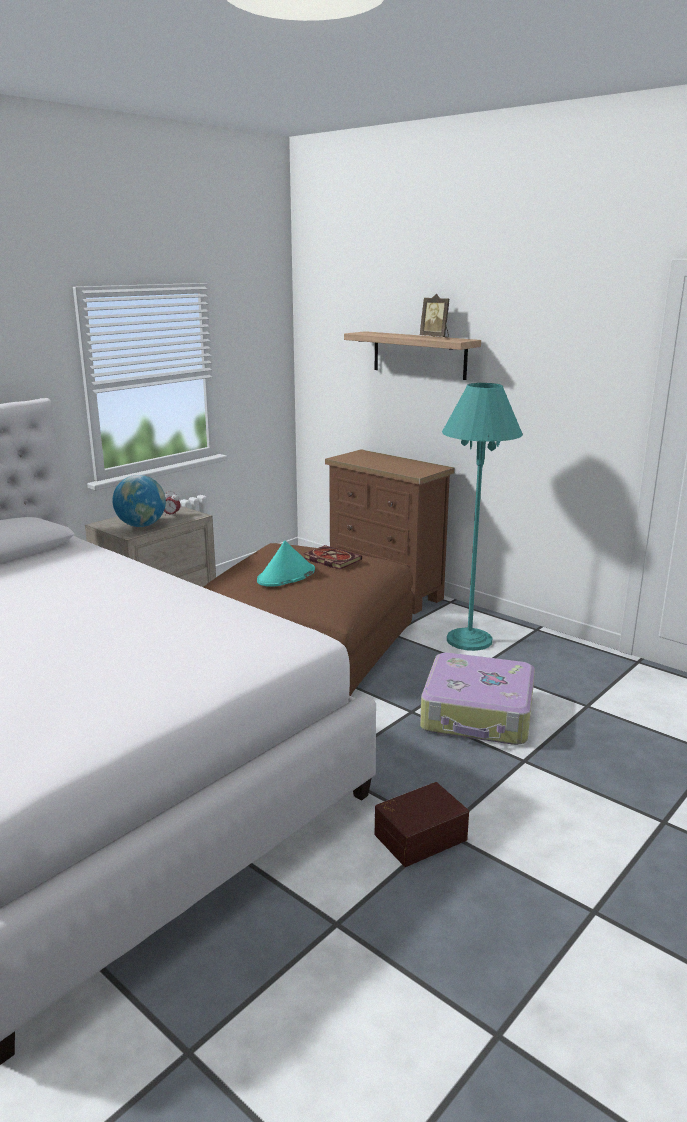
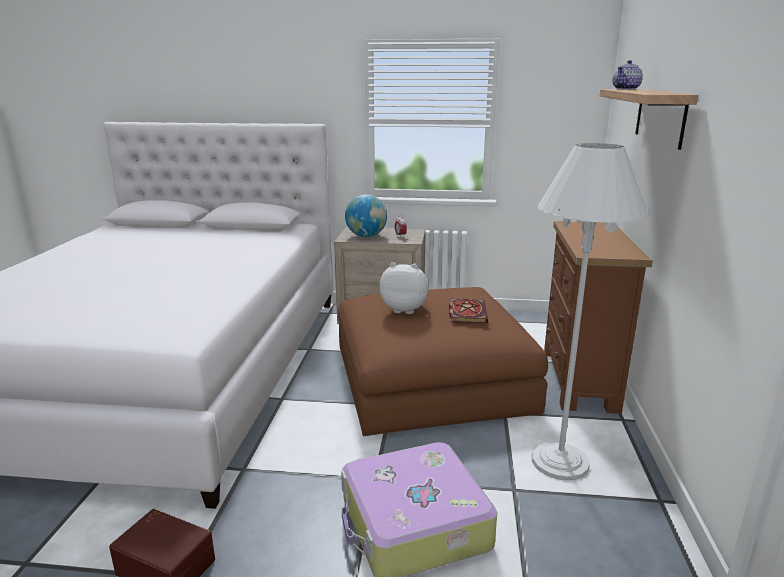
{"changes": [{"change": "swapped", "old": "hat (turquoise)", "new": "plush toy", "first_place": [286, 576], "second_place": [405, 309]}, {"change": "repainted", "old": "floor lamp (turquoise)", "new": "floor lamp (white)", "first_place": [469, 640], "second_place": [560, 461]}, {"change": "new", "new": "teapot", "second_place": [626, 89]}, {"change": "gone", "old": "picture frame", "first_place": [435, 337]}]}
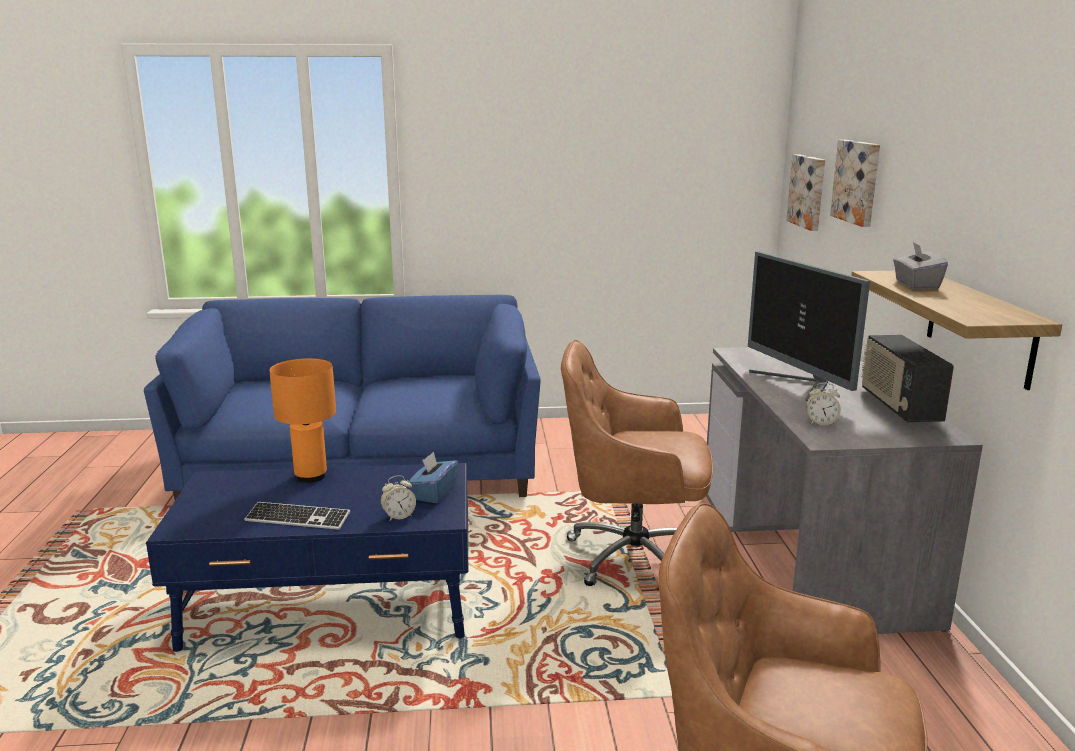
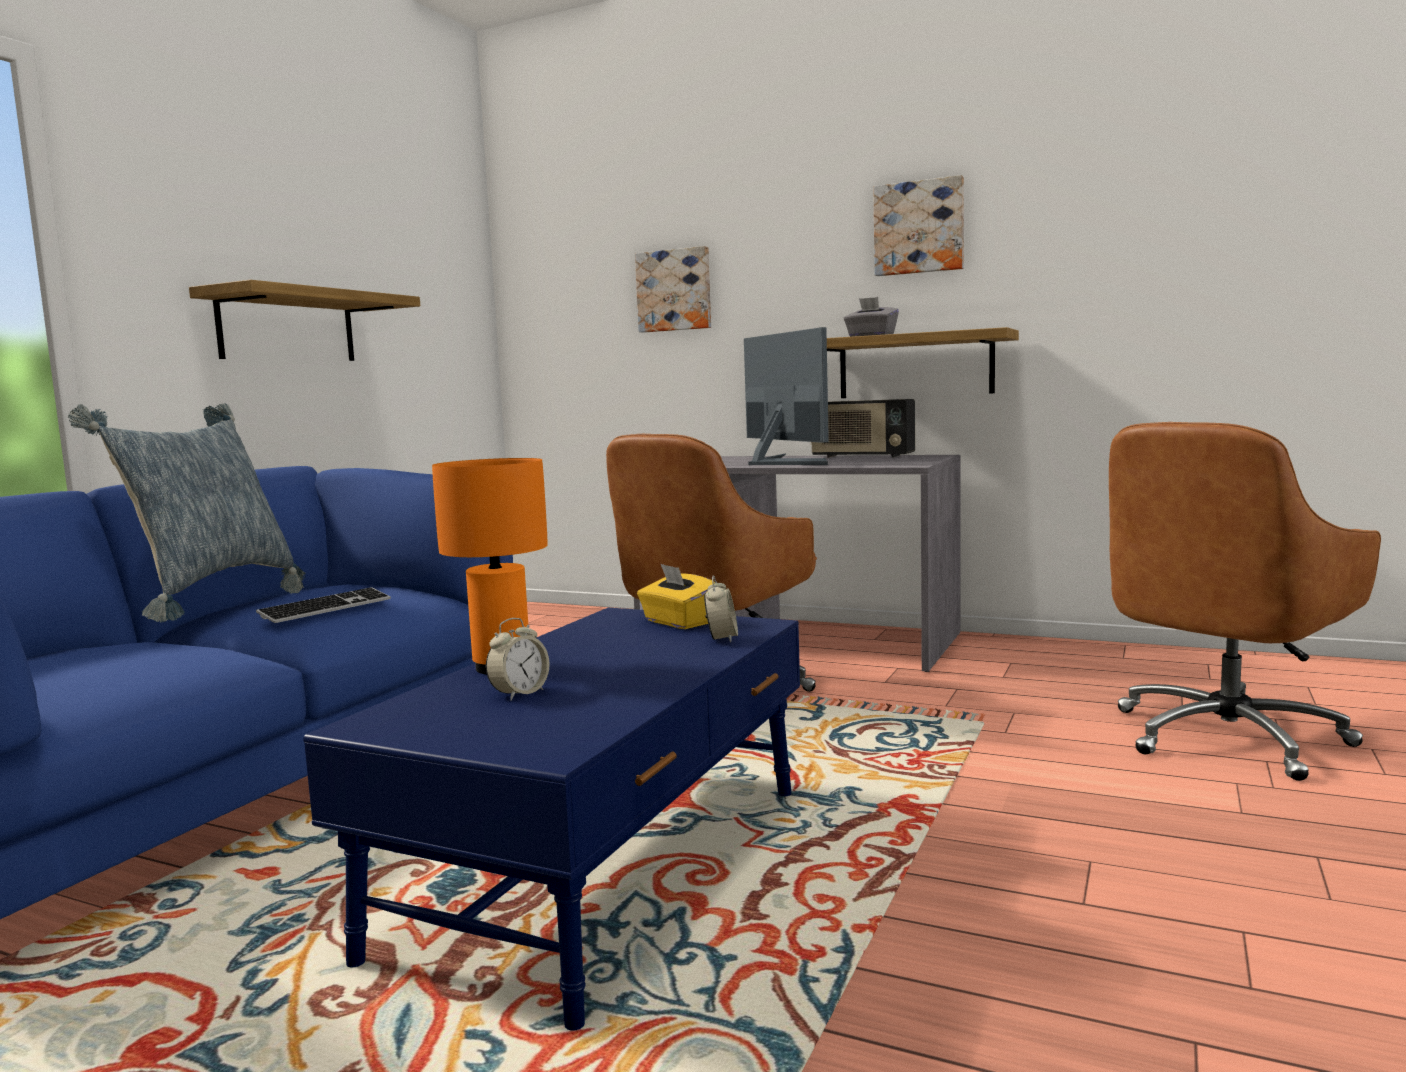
{"changes": [{"change": "new", "new": "pillow", "second_place": [207, 609]}, {"change": "new", "new": "shelf", "second_place": [287, 327]}, {"change": "shifted", "old": "keyboard", "first_place": [297, 518], "second_place": [326, 608]}, {"change": "shifted", "old": "alarm clock", "first_place": [821, 423], "second_place": [519, 694]}, {"change": "repainted", "old": "tissue box (blue)", "new": "tissue box (yellow)", "first_place": [434, 493], "second_place": [678, 622]}, {"change": "rotated", "old": "monitor", "first_place": [800, 387], "second_place": [780, 462], "degrees": -120}, {"change": "shifted", "old": "picture", "first_place": [809, 191], "second_place": [919, 227]}]}
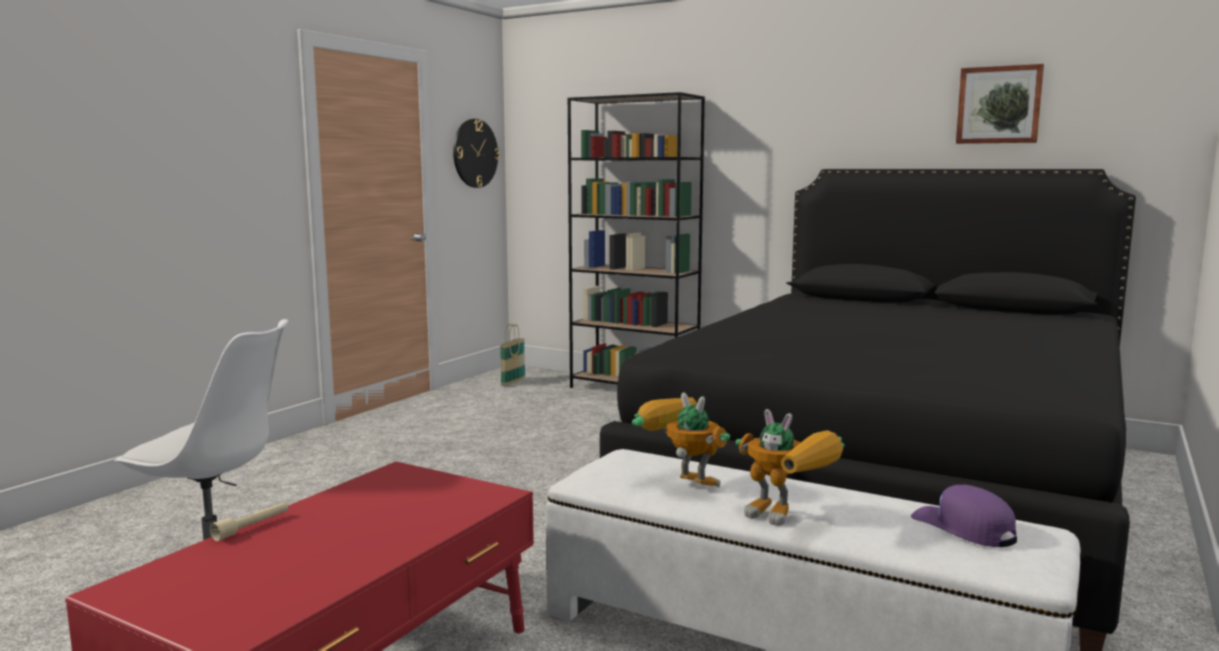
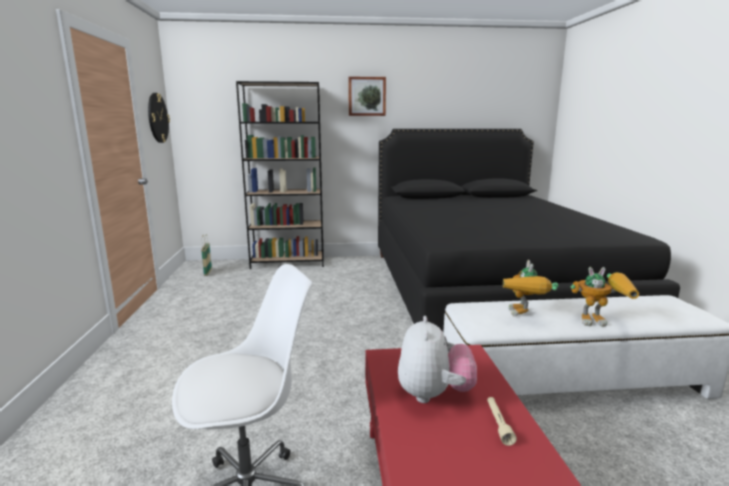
{"changes": [{"change": "shifted", "old": "picture", "first_place": [999, 105], "second_place": [367, 96]}, {"change": "new", "new": "plush toy", "second_place": [434, 395]}, {"change": "shifted", "old": "flashlight (beige)", "first_place": [252, 527], "second_place": [498, 424]}, {"change": "rotated", "old": "toy robot", "first_place": [680, 484], "second_place": [524, 316], "degrees": -90}, {"change": "gone", "old": "cap (purple)", "first_place": [964, 528]}]}
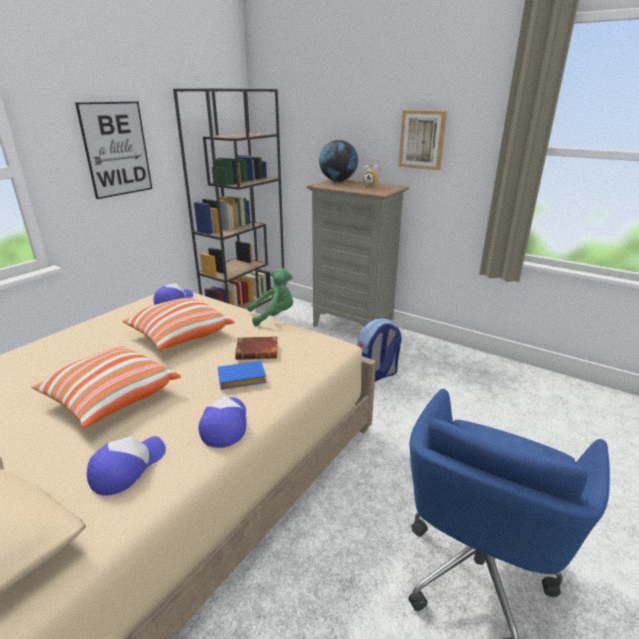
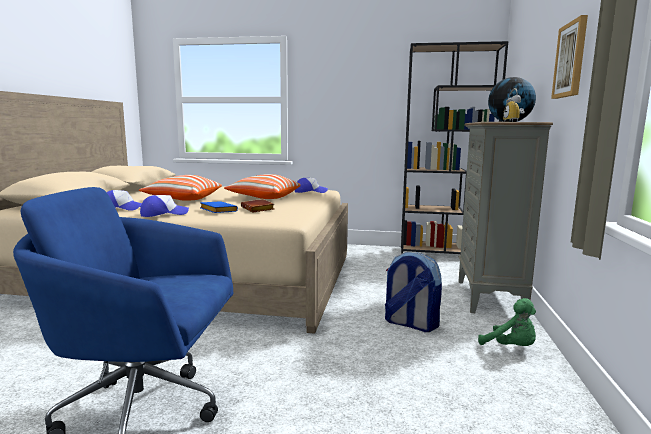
{"changes": [{"change": "shifted", "old": "plush toy (green)", "first_place": [274, 316], "second_place": [511, 347]}, {"change": "gone", "old": "picture", "first_place": [116, 149]}]}
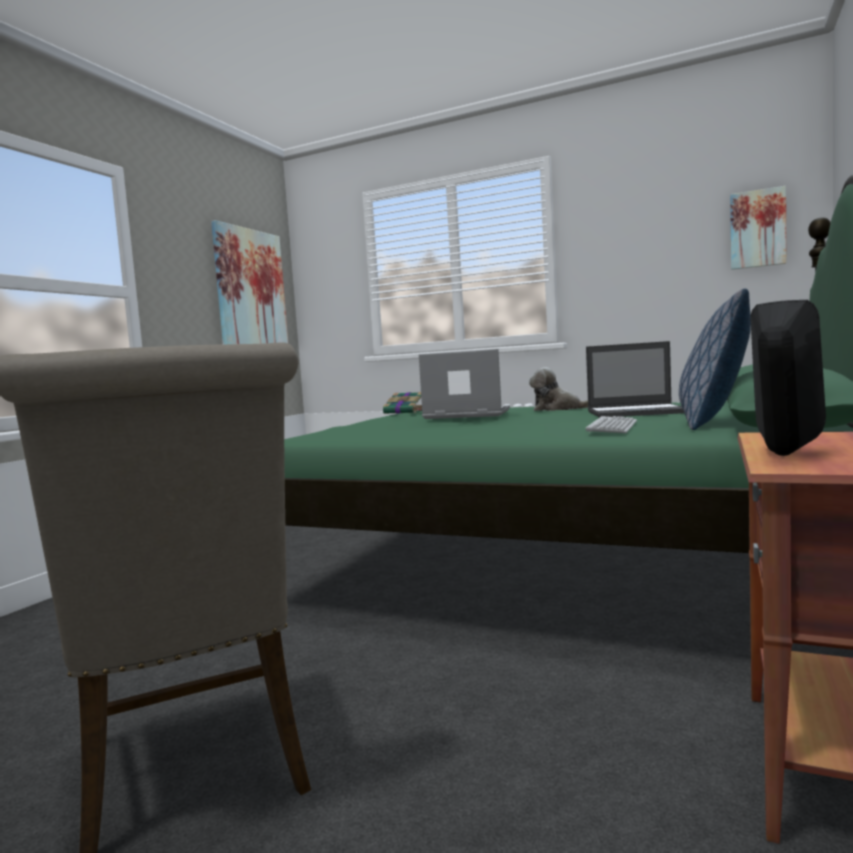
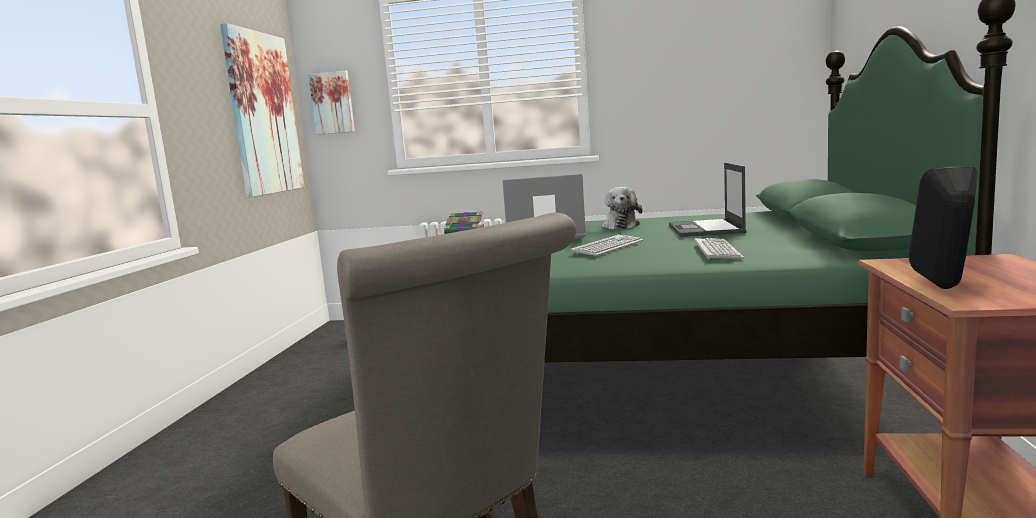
{"changes": [{"change": "shifted", "old": "picture", "first_place": [757, 229], "second_place": [332, 103]}, {"change": "new", "new": "keyboard", "second_place": [608, 247]}, {"change": "rotated", "old": "plush toy", "first_place": [558, 409], "second_place": [621, 226], "degrees": -90}, {"change": "rotated", "old": "laptop", "first_place": [638, 412], "second_place": [706, 229], "degrees": 105}, {"change": "gone", "old": "pillow", "first_place": [714, 423]}]}
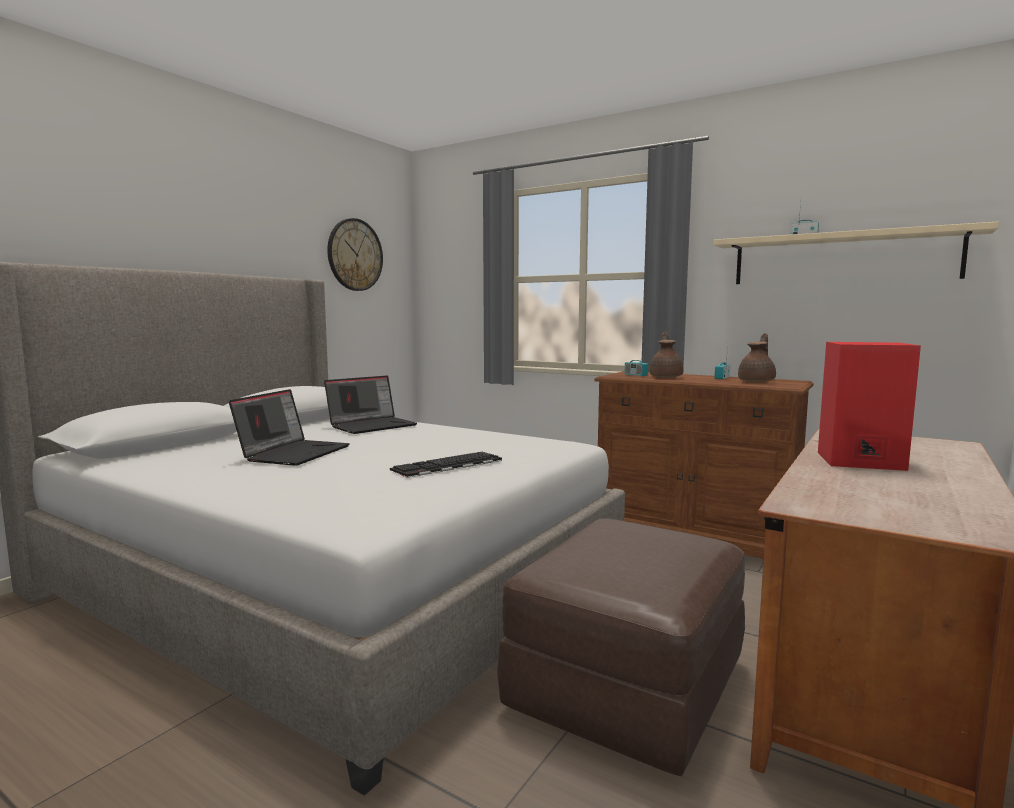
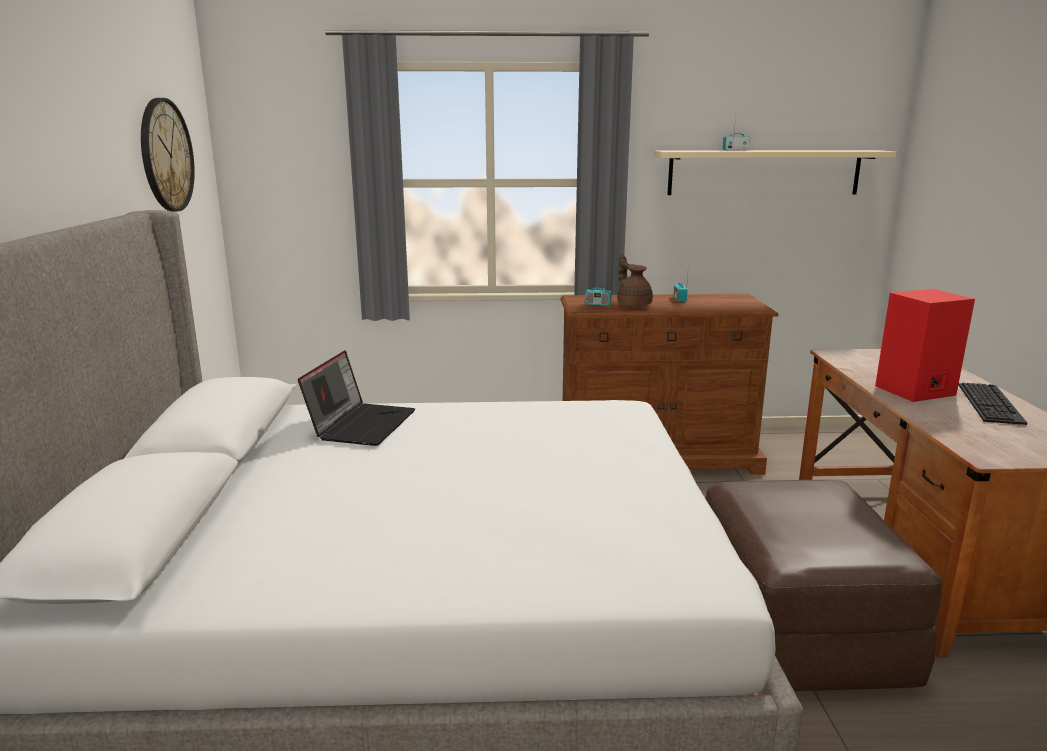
{"changes": [{"change": "shifted", "old": "keyboard", "first_place": [447, 465], "second_place": [992, 404]}, {"change": "gone", "old": "laptop", "first_place": [294, 453]}, {"change": "gone", "old": "teapot (brown)", "first_place": [757, 381]}]}
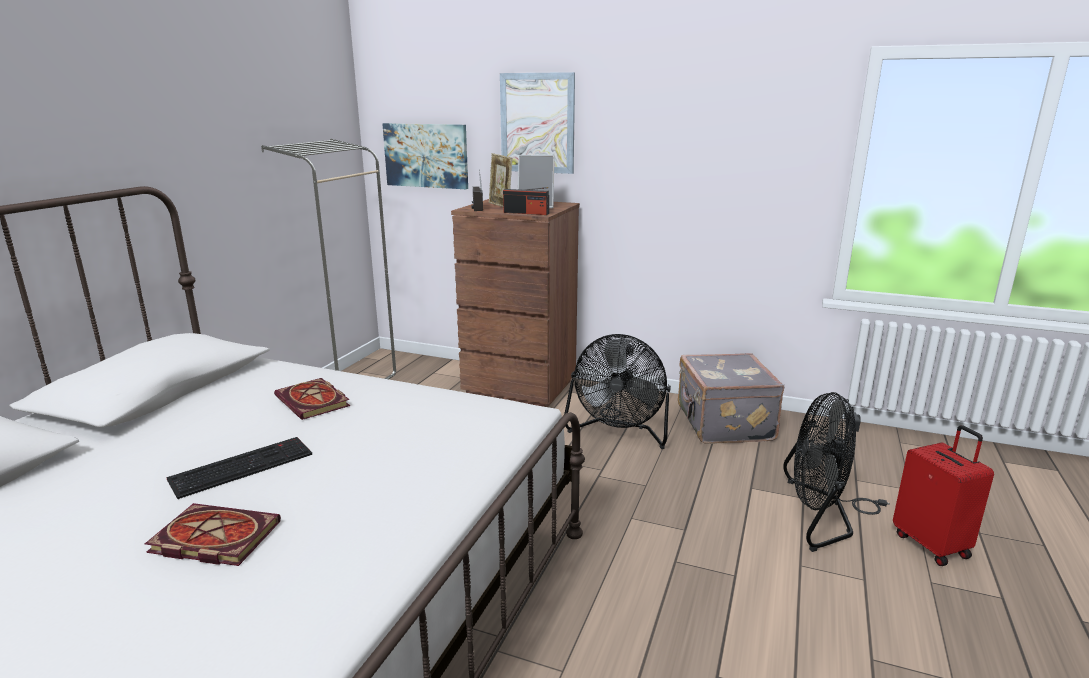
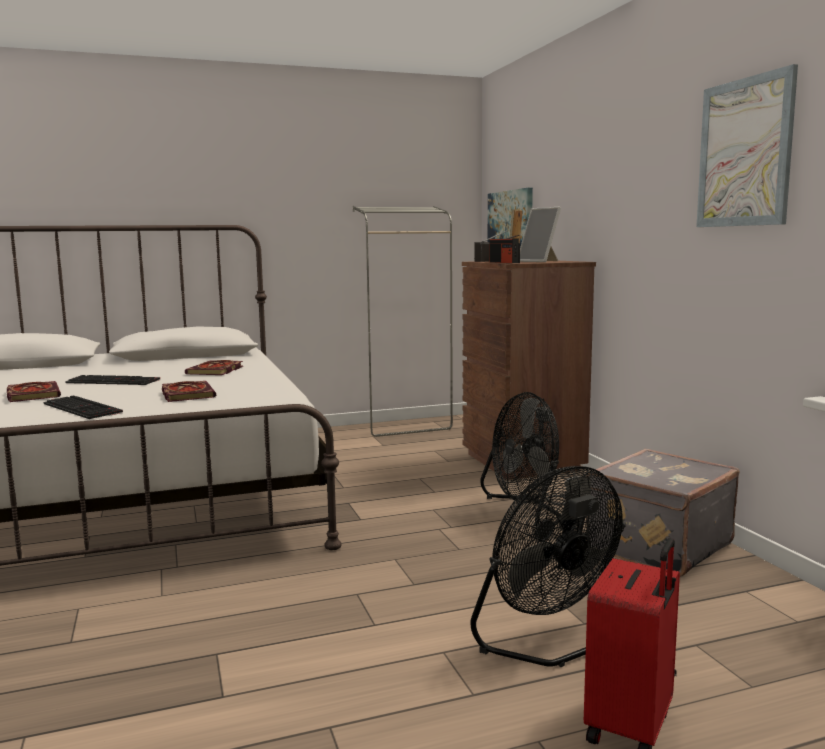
{"changes": [{"change": "new", "new": "keyboard", "second_place": [84, 408]}, {"change": "new", "new": "book", "second_place": [186, 394]}, {"change": "shifted", "old": "picture", "first_place": [537, 123], "second_place": [744, 153]}]}
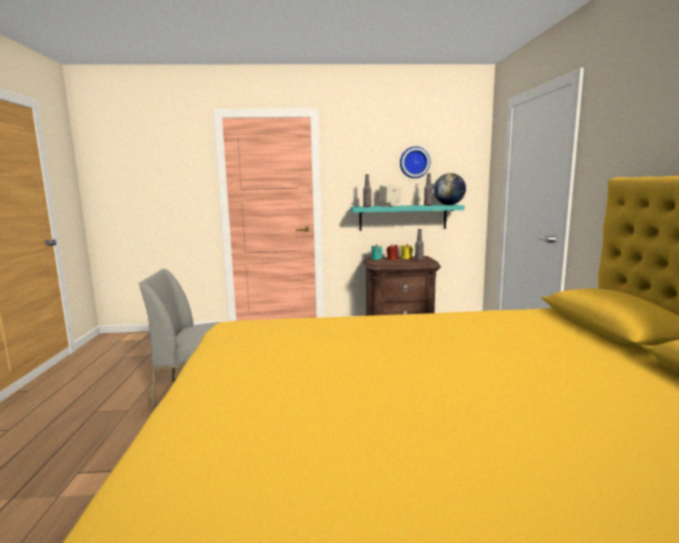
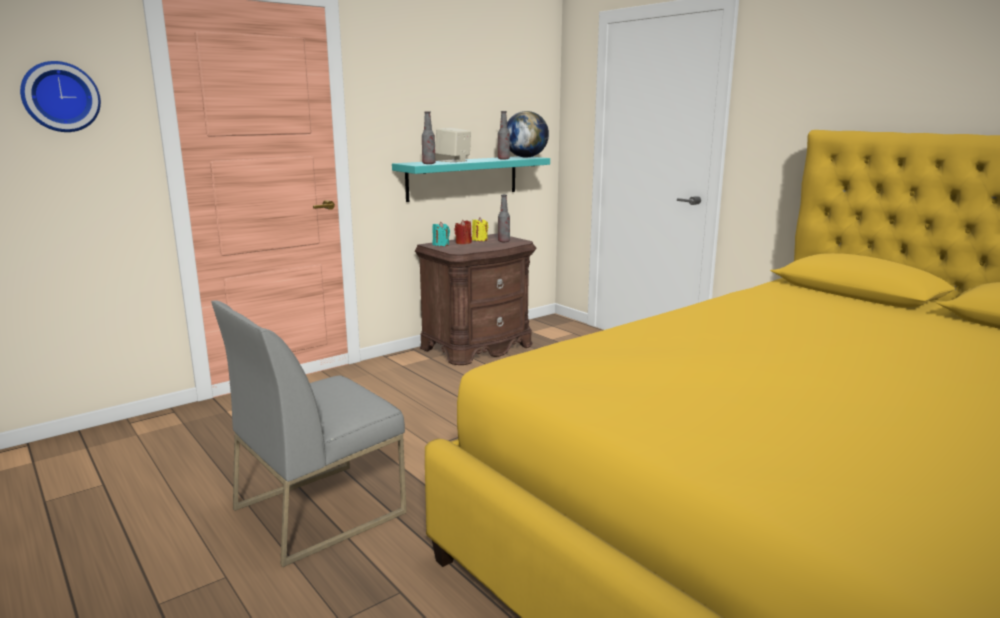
{"changes": [{"change": "shifted", "old": "wall clock", "first_place": [414, 162], "second_place": [60, 97]}]}
